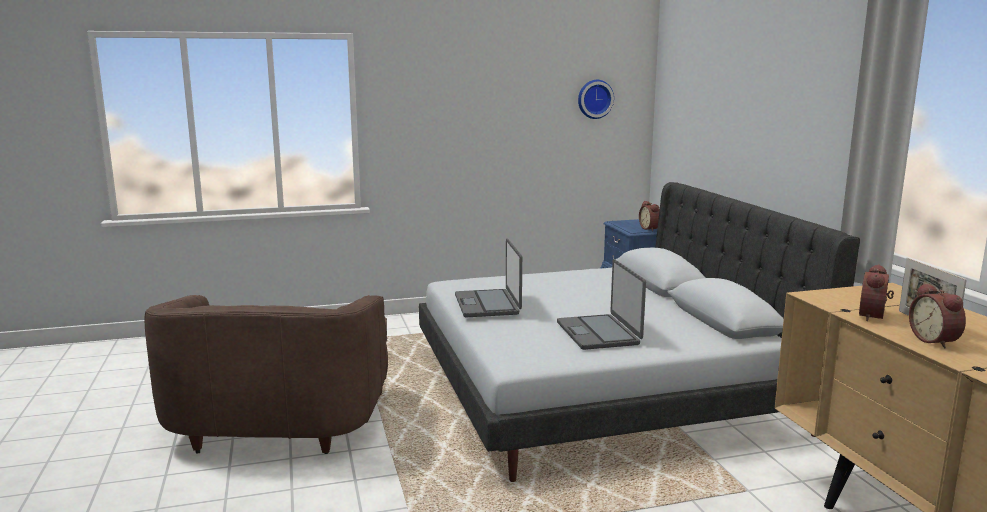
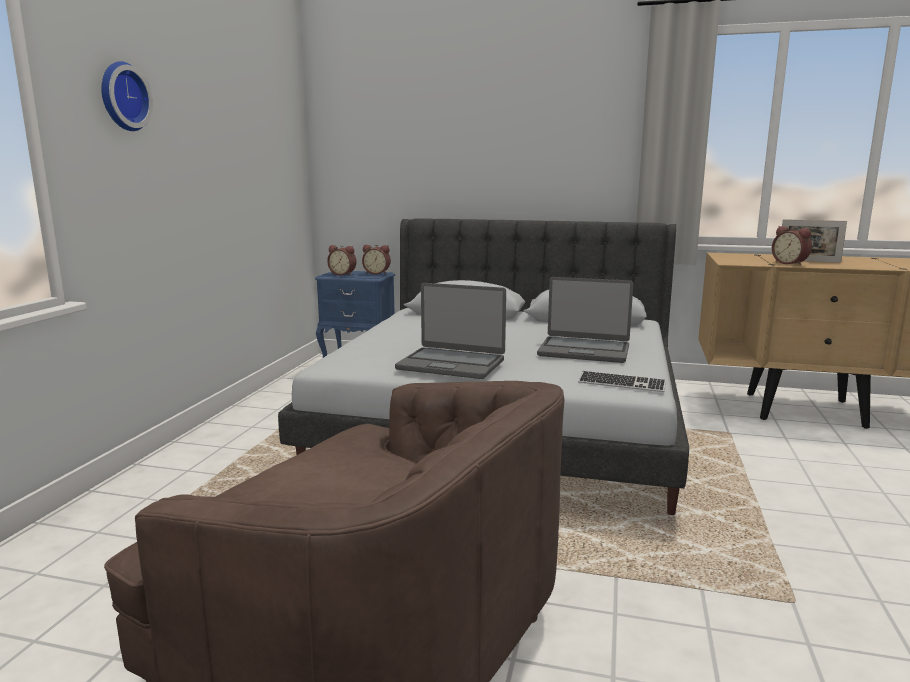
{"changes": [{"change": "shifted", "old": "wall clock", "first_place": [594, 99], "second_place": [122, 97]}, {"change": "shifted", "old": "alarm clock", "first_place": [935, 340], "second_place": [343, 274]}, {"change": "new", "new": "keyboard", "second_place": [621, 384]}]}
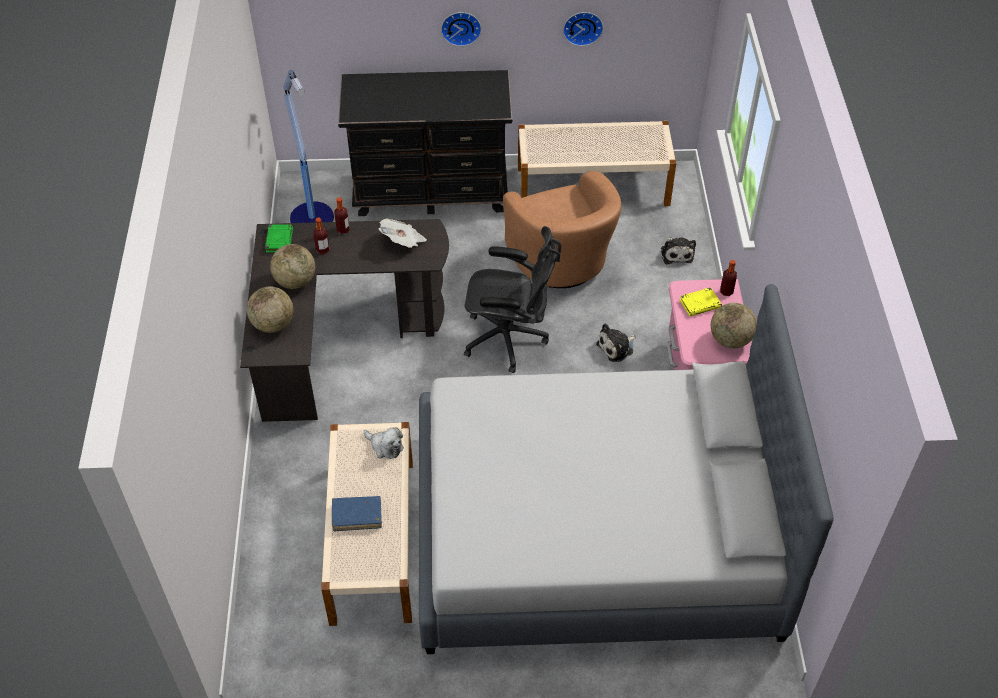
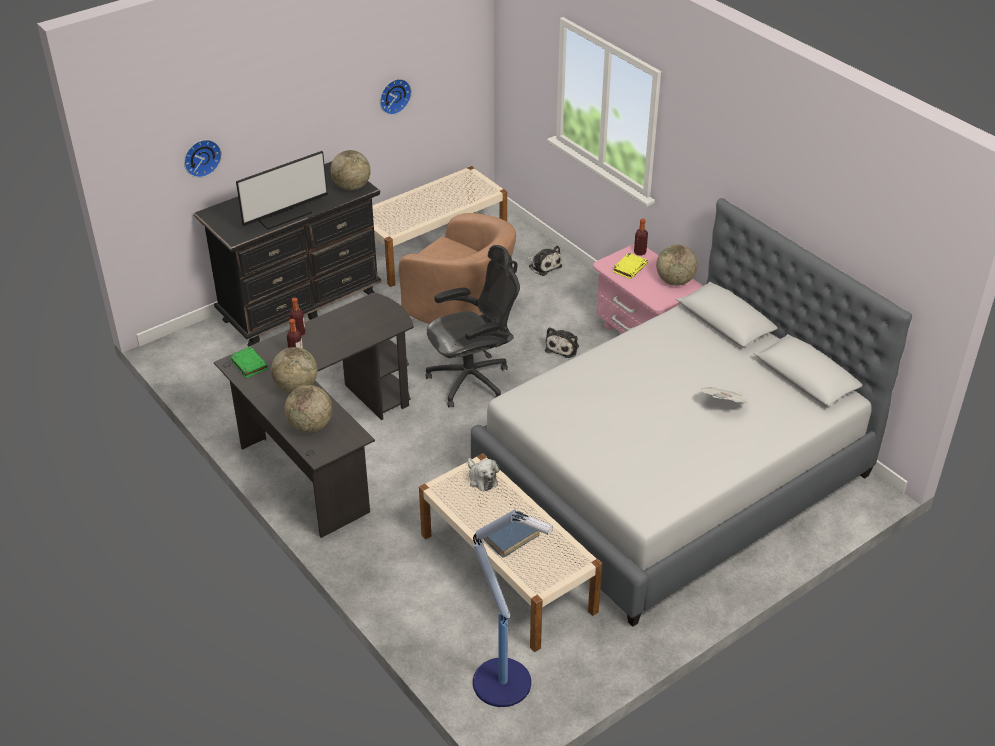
{"changes": [{"change": "shifted", "old": "wall clock", "first_place": [461, 27], "second_place": [201, 157]}, {"change": "new", "new": "monitor", "second_place": [283, 215]}, {"change": "new", "new": "globe", "second_place": [351, 187]}, {"change": "rotated", "old": "plush toy", "first_place": [385, 446], "second_place": [482, 479], "degrees": 60}, {"change": "shifted", "old": "floor lamp", "first_place": [313, 219], "second_place": [504, 683]}, {"change": "shifted", "old": "newspaper", "first_place": [403, 242], "second_place": [724, 404]}]}
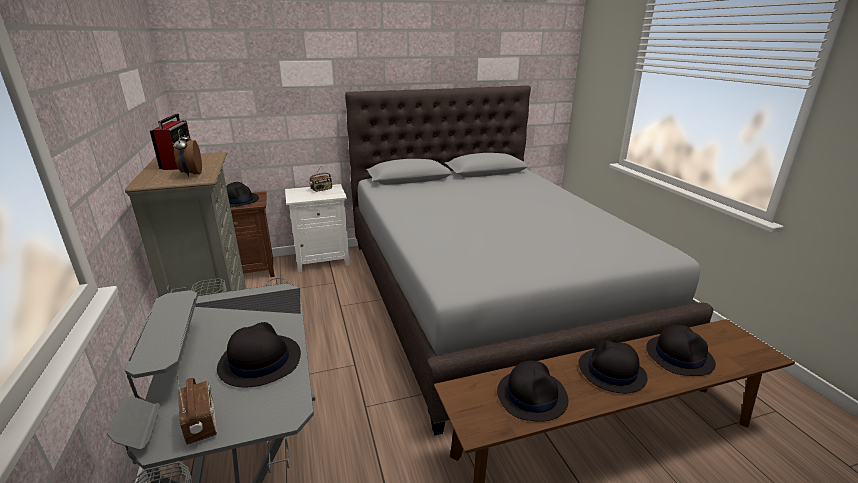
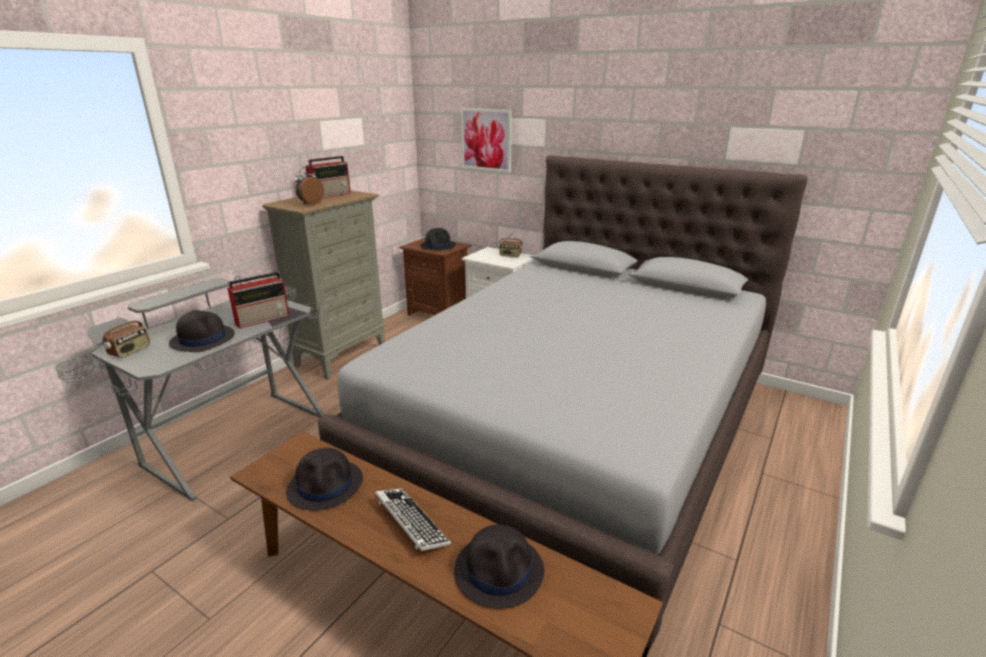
{"changes": [{"change": "new", "new": "radio", "second_place": [263, 319]}, {"change": "swapped", "old": "hat (black)", "new": "keyboard", "first_place": [611, 371], "second_place": [411, 523]}, {"change": "new", "new": "picture", "second_place": [486, 140]}]}
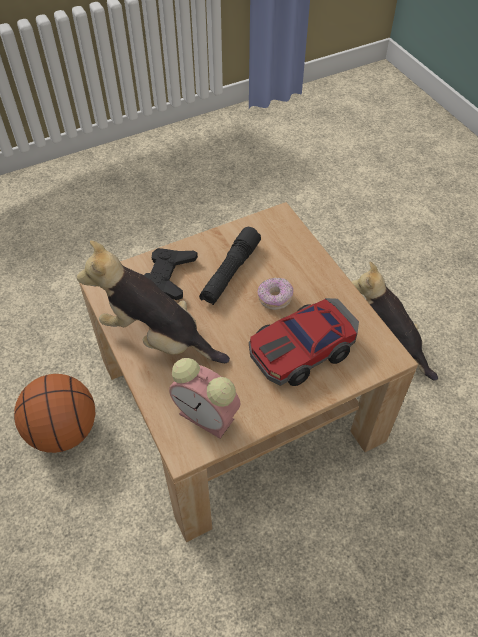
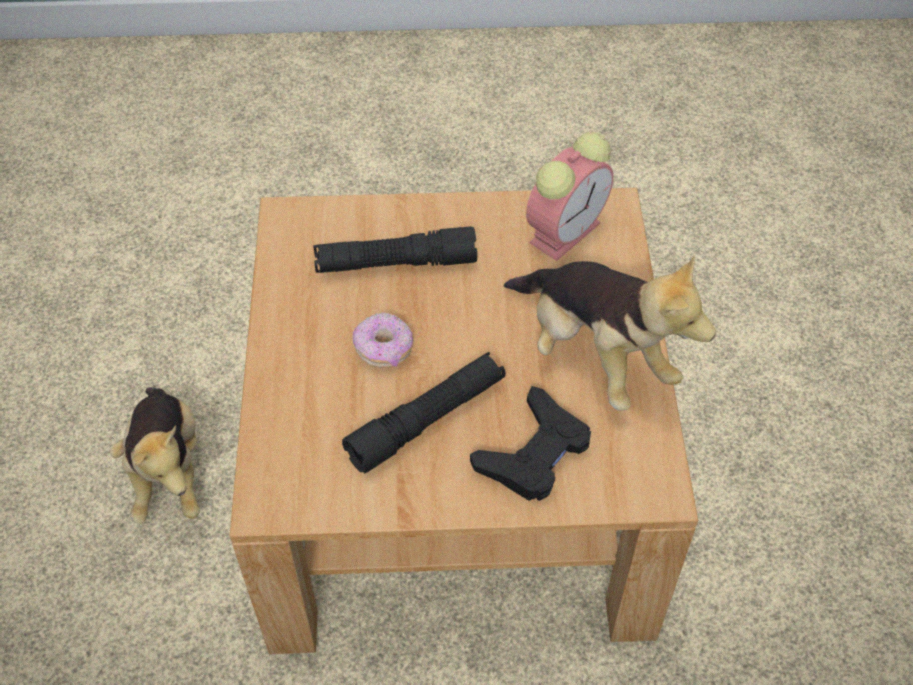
{"changes": [{"change": "swapped", "old": "toy car", "new": "flashlight (black)", "first_place": [302, 350], "second_place": [395, 263]}, {"change": "rotated", "old": "alarm clock", "first_place": [209, 417], "second_place": [566, 230], "degrees": 75}, {"change": "gone", "old": "basketball", "first_place": [64, 430]}]}
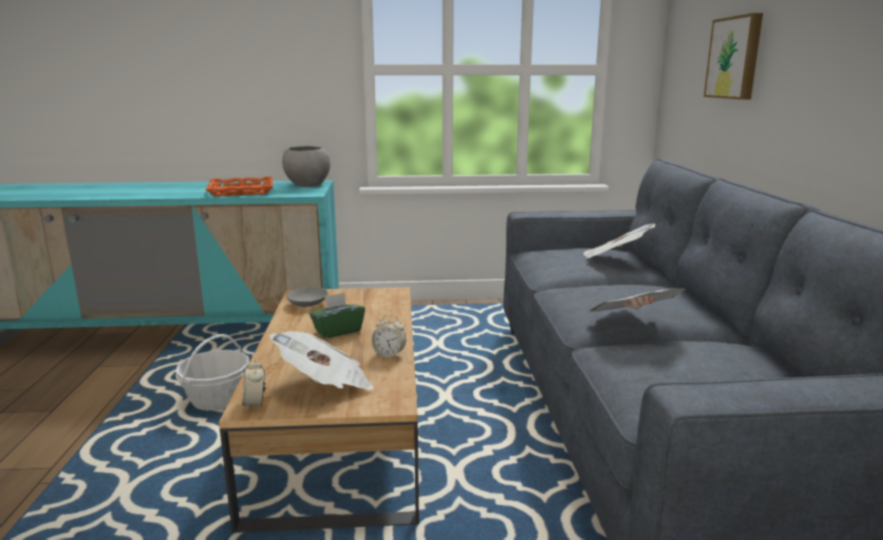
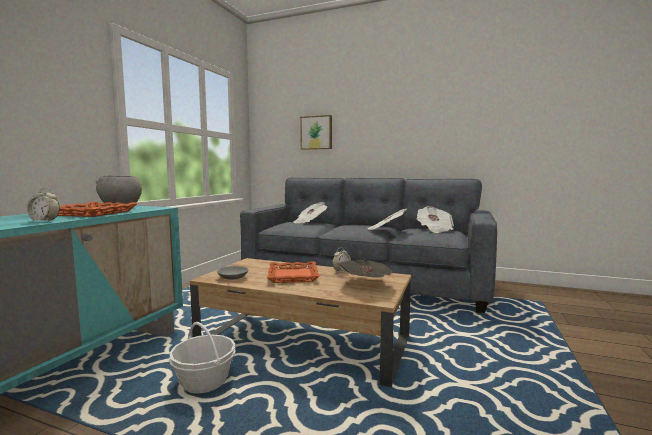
{"changes": [{"change": "shifted", "old": "alarm clock", "first_place": [255, 404], "second_place": [45, 221]}, {"change": "swapped", "old": "tissue box (green)", "new": "tray (orange)", "first_place": [338, 331], "second_place": [293, 276]}, {"change": "new", "new": "newspaper", "second_place": [434, 229]}]}
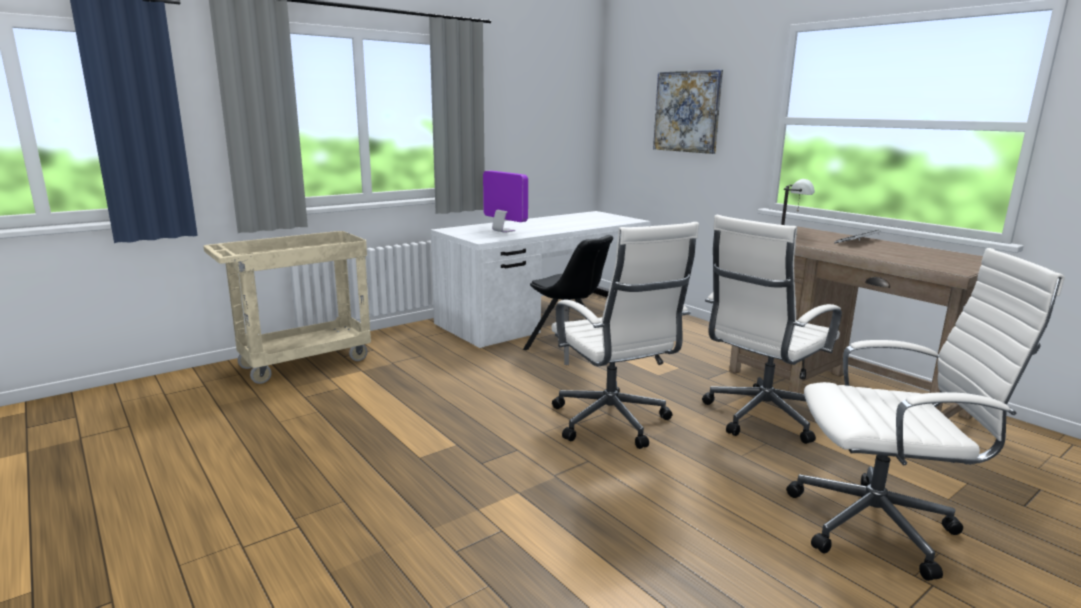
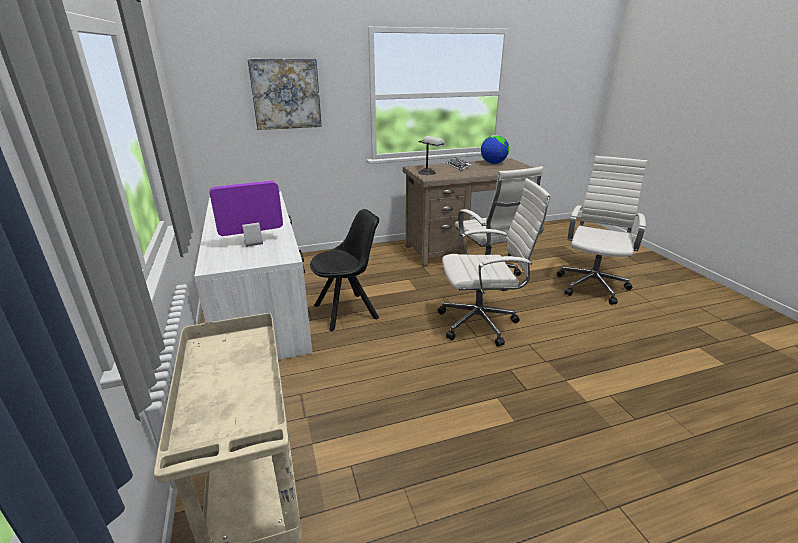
{"changes": [{"change": "new", "new": "globe", "second_place": [493, 163]}]}
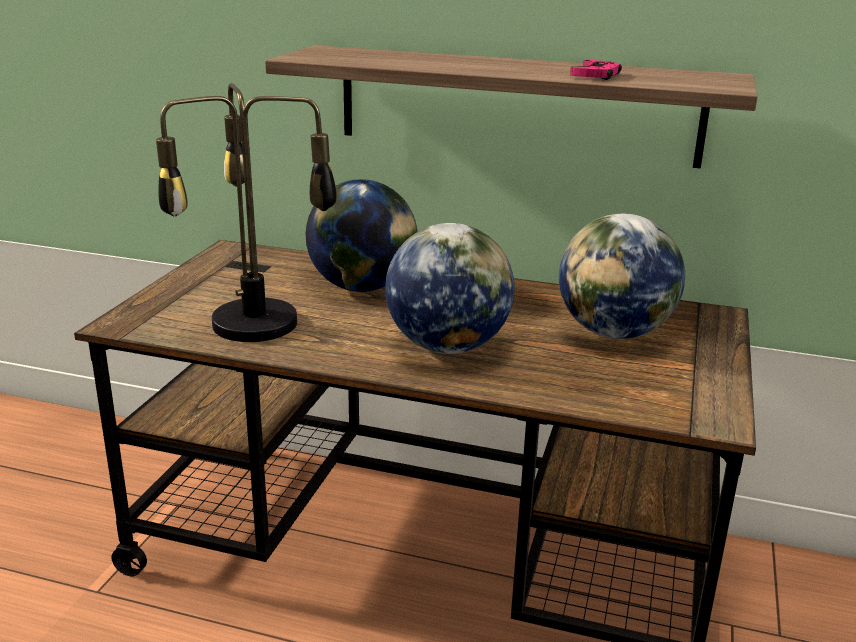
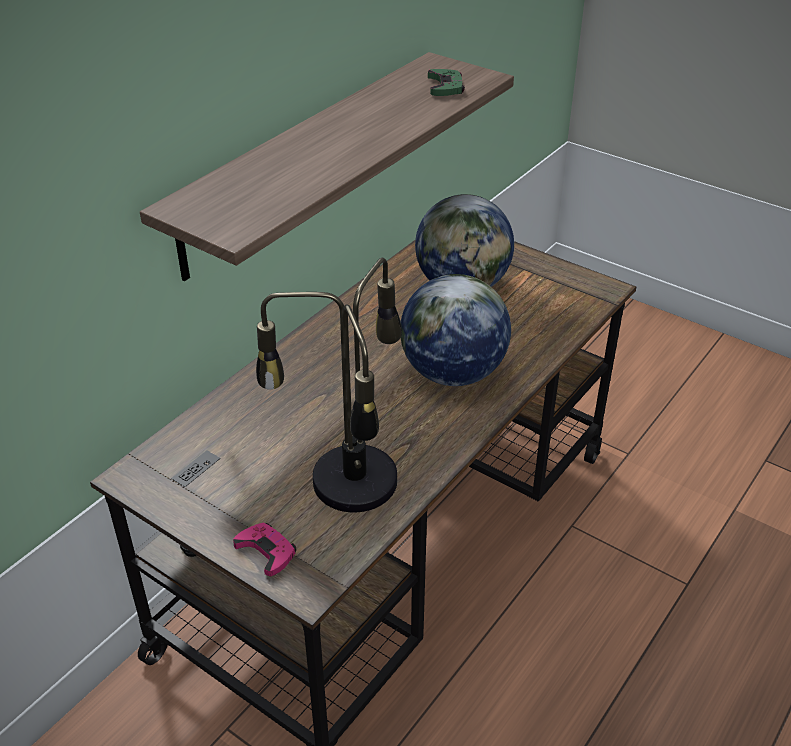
{"changes": [{"change": "shifted", "old": "game controller (pink)", "first_place": [596, 75], "second_place": [266, 551]}, {"change": "new", "new": "game controller (green)", "second_place": [445, 87]}, {"change": "gone", "old": "globe", "first_place": [362, 288]}]}
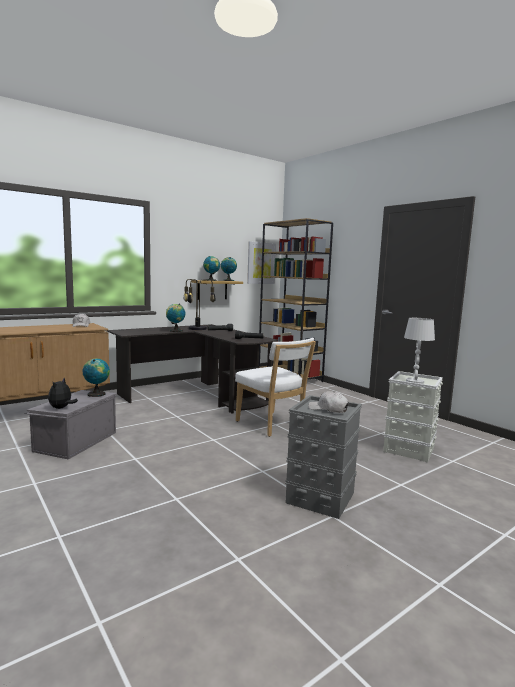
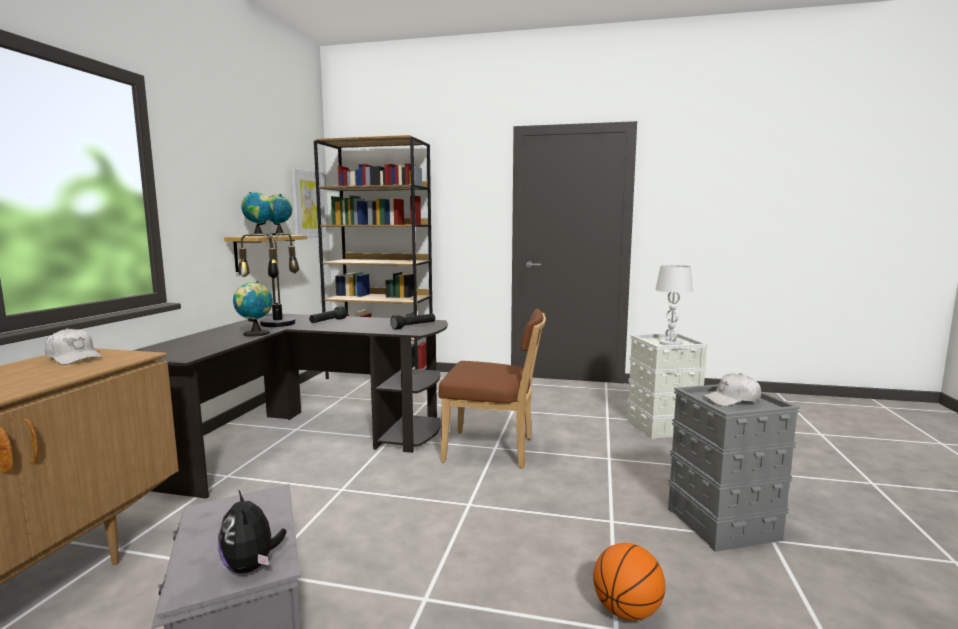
{"changes": [{"change": "repainted", "old": "chair (white)", "new": "chair (brown)", "first_place": [272, 425], "second_place": [493, 450]}, {"change": "new", "new": "basketball", "second_place": [627, 611]}, {"change": "gone", "old": "globe", "first_place": [96, 393]}]}
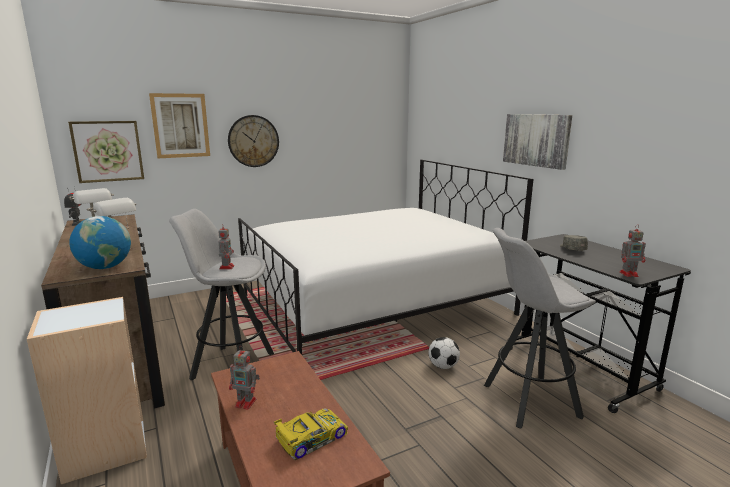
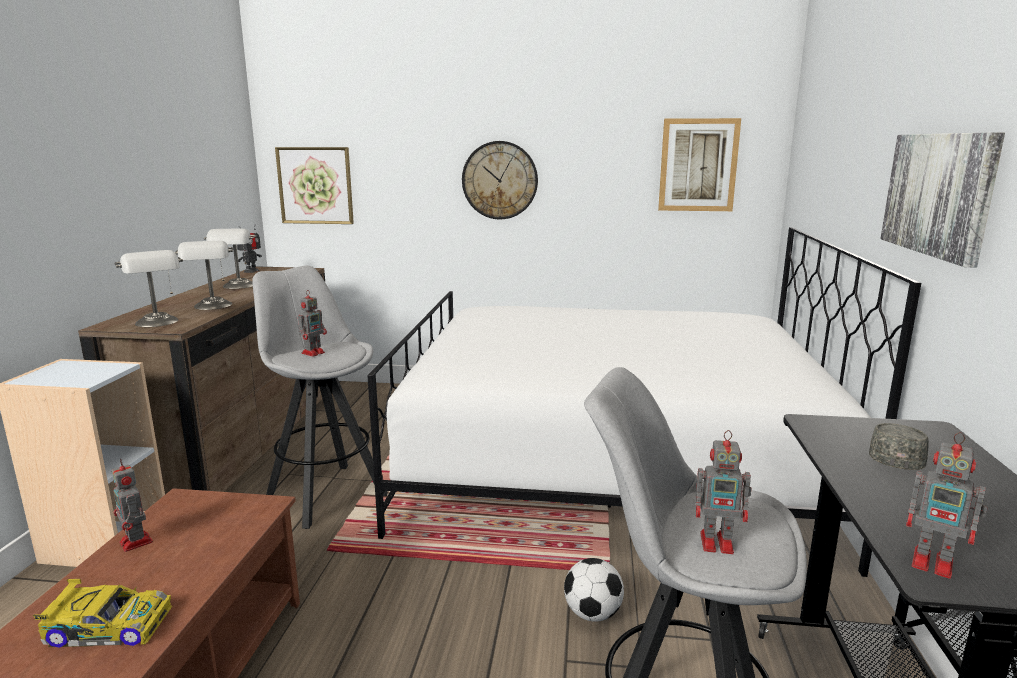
{"changes": [{"change": "swapped", "old": "globe", "new": "table lamp (white)", "first_place": [105, 267], "second_place": [159, 323]}, {"change": "shifted", "old": "picture", "first_place": [180, 125], "second_place": [698, 165]}, {"change": "new", "new": "toy robot", "second_place": [718, 543]}]}
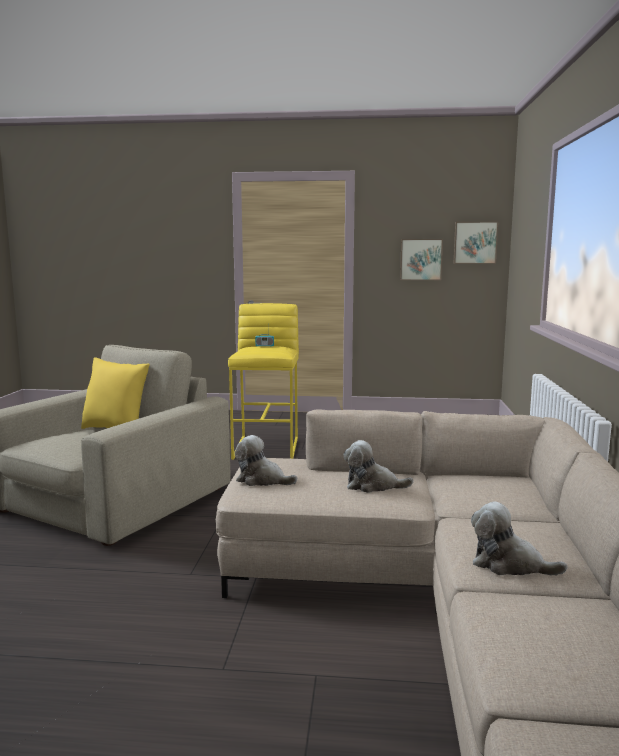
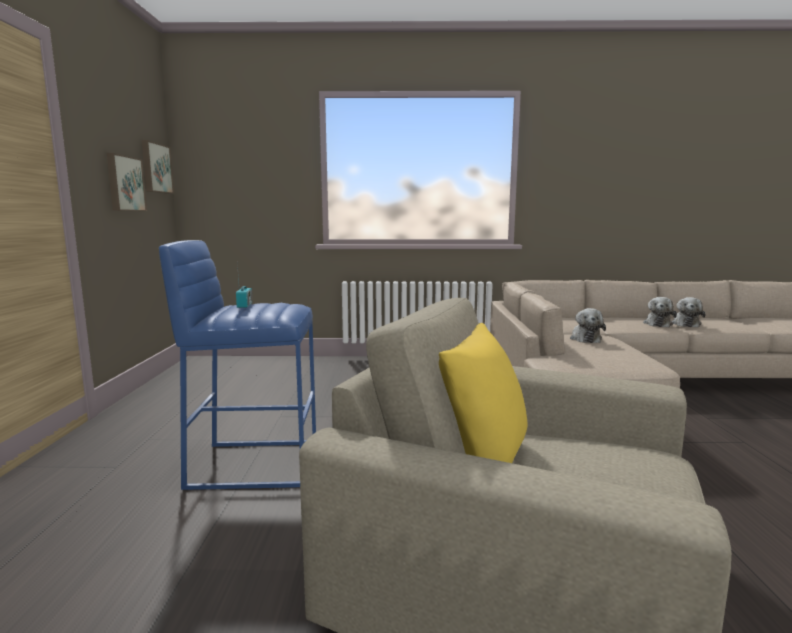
{"changes": [{"change": "repainted", "old": "stool (yellow)", "new": "stool (blue)", "first_place": [267, 448], "second_place": [254, 463]}, {"change": "shifted", "old": "plush toy", "first_place": [262, 480], "second_place": [685, 324]}]}
